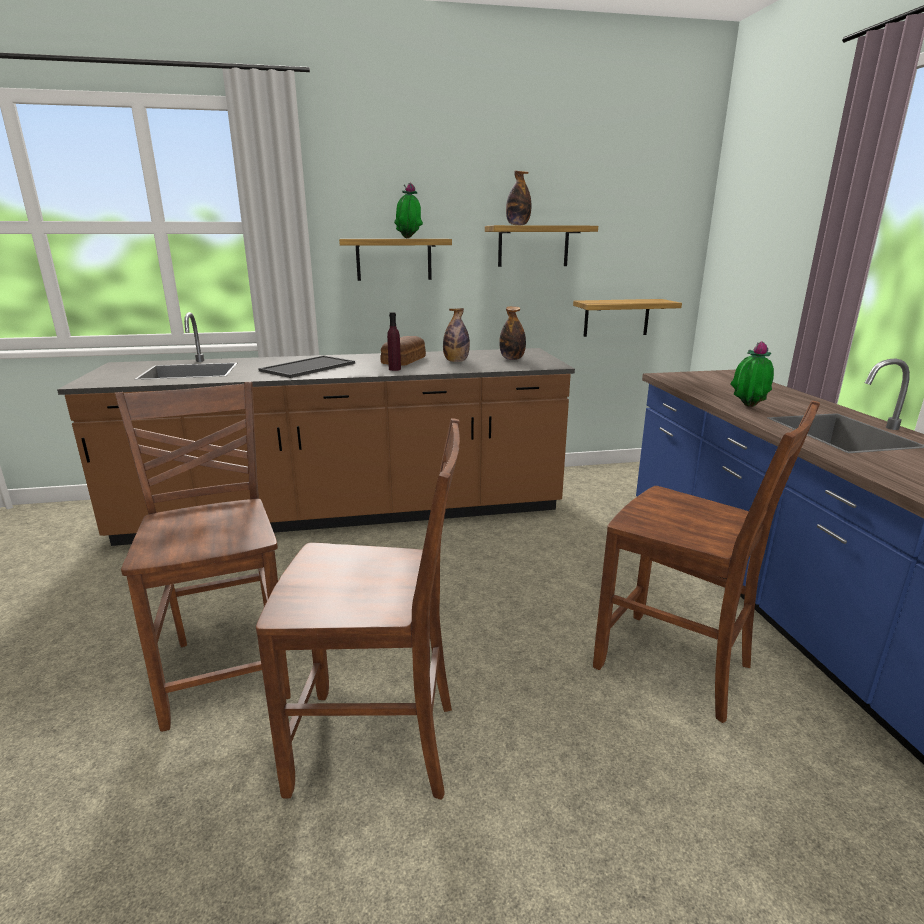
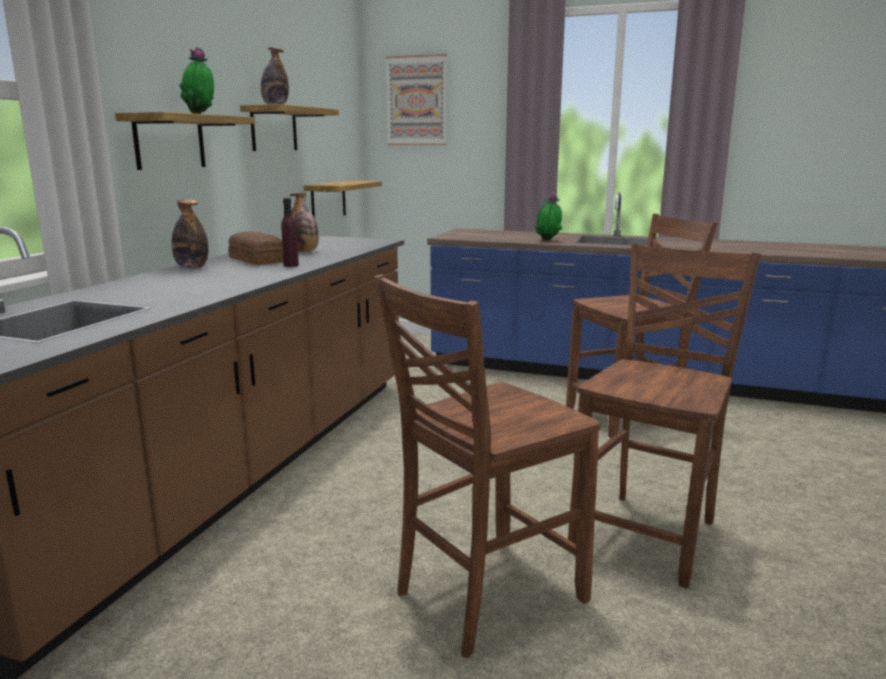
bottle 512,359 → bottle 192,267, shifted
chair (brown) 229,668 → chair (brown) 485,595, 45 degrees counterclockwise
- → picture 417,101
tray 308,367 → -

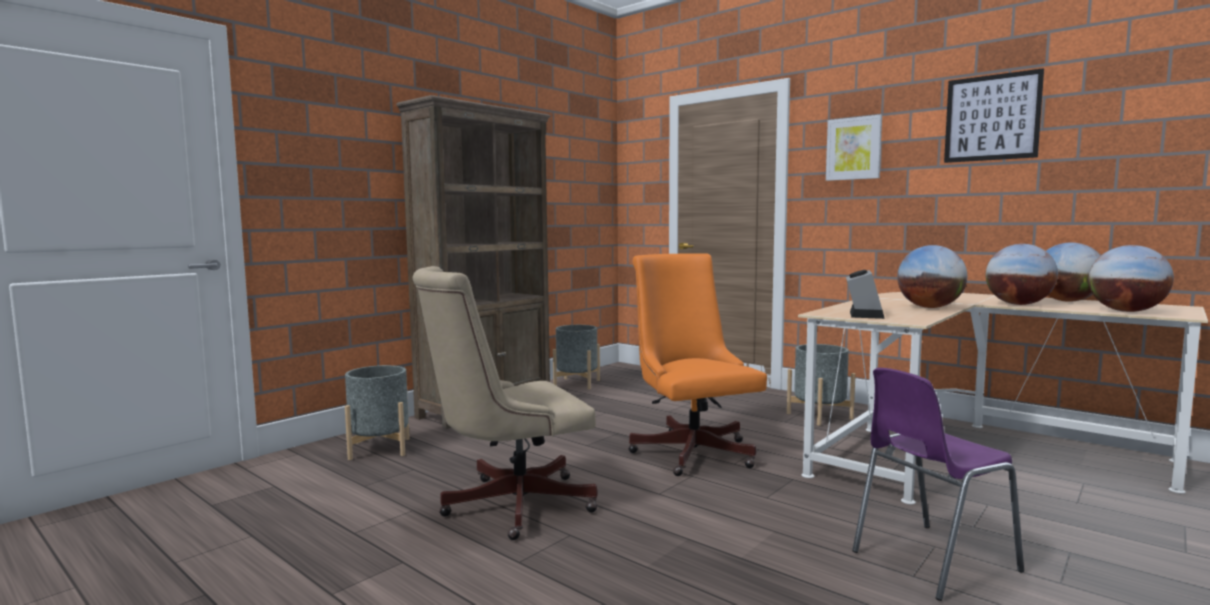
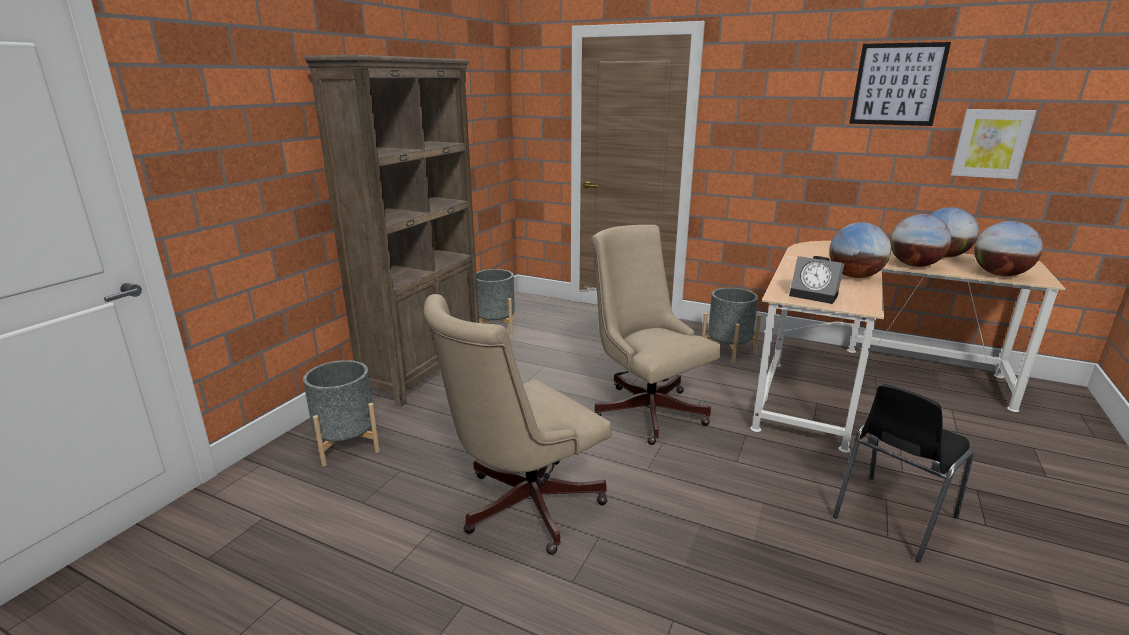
office chair (orange) 691,450 → office chair (beige) 645,408
alarm clock 863,314 → alarm clock 815,295, 120 degrees clockwise
chair (purple) 930,561 → chair (black) 891,518
picture 853,148 → picture 991,143, shifted

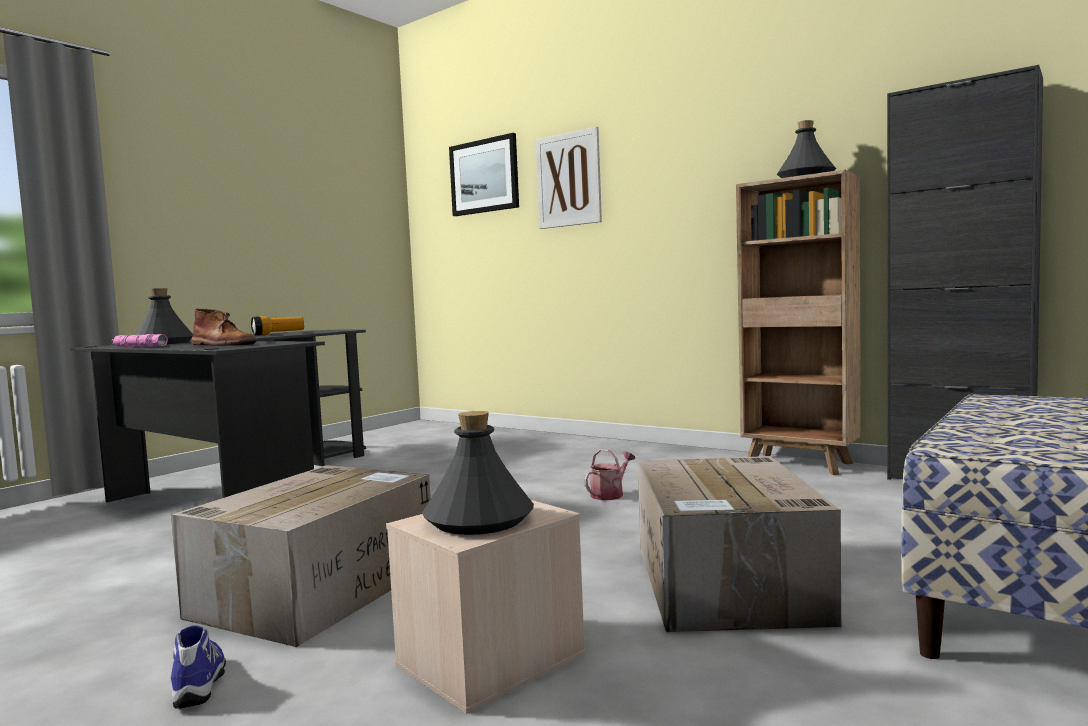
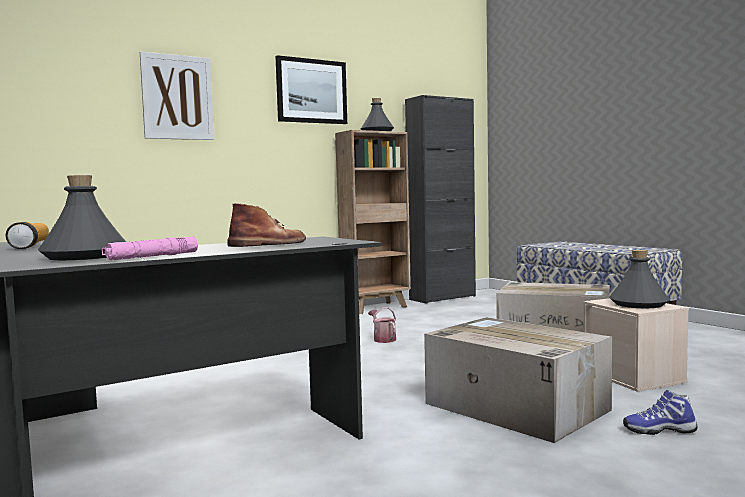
picture 484,176 → picture 311,91, shifted

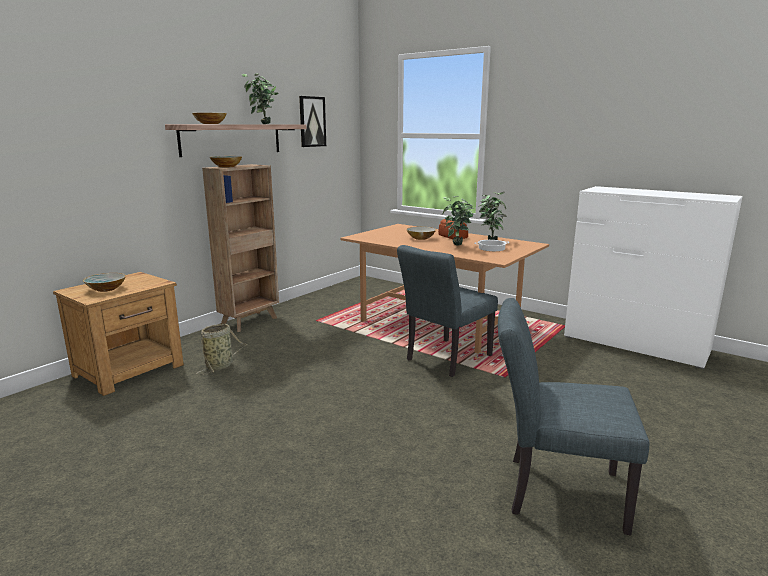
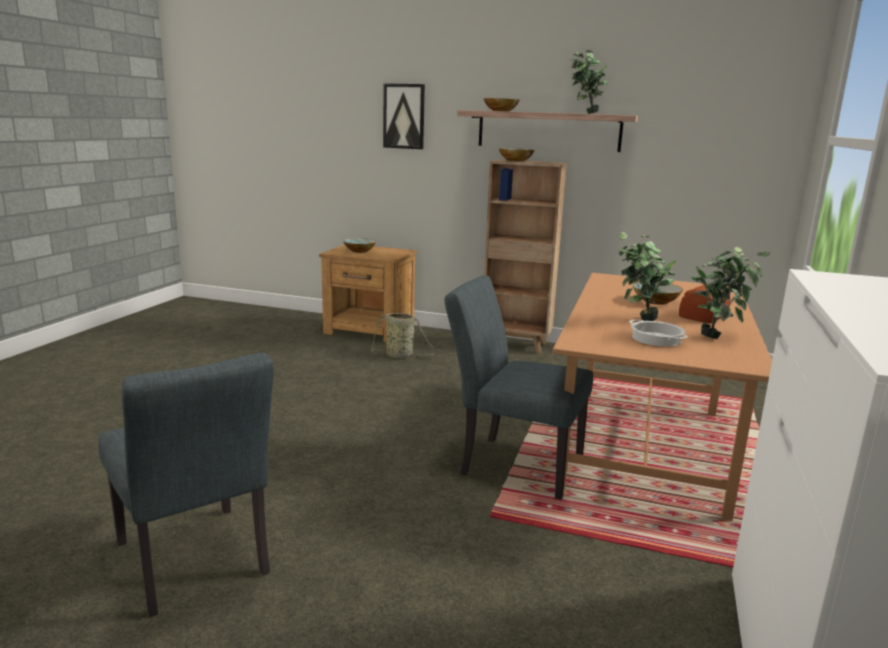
chair (grey) 554,491 → chair (grey) 196,565, 150 degrees clockwise
picture 312,121 → picture 404,116, shifted

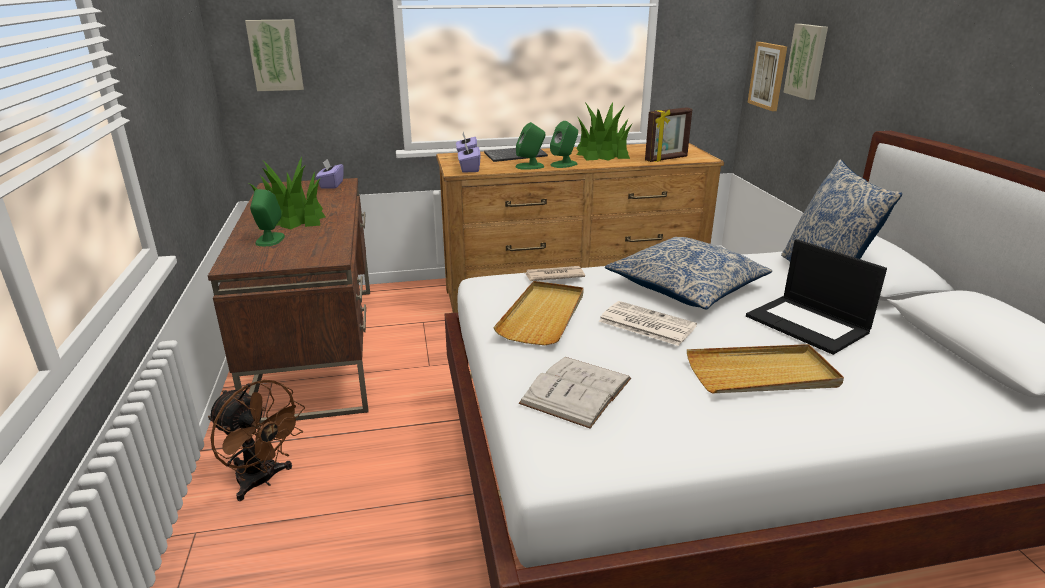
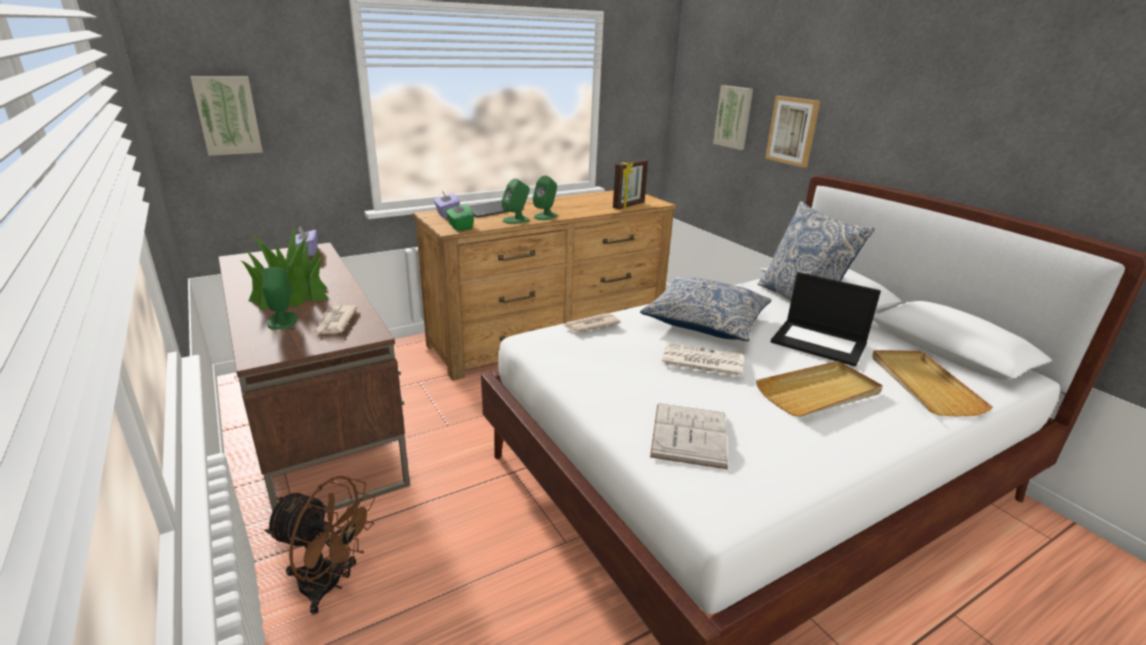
- → newspaper 334,322
tissue box (purple) 469,169 → tissue box (green) 460,226
picture 768,76 → picture 792,131, shifted
tray (beige) 543,315 → tray (beige) 923,384, shifted
potted plant 602,153 → -

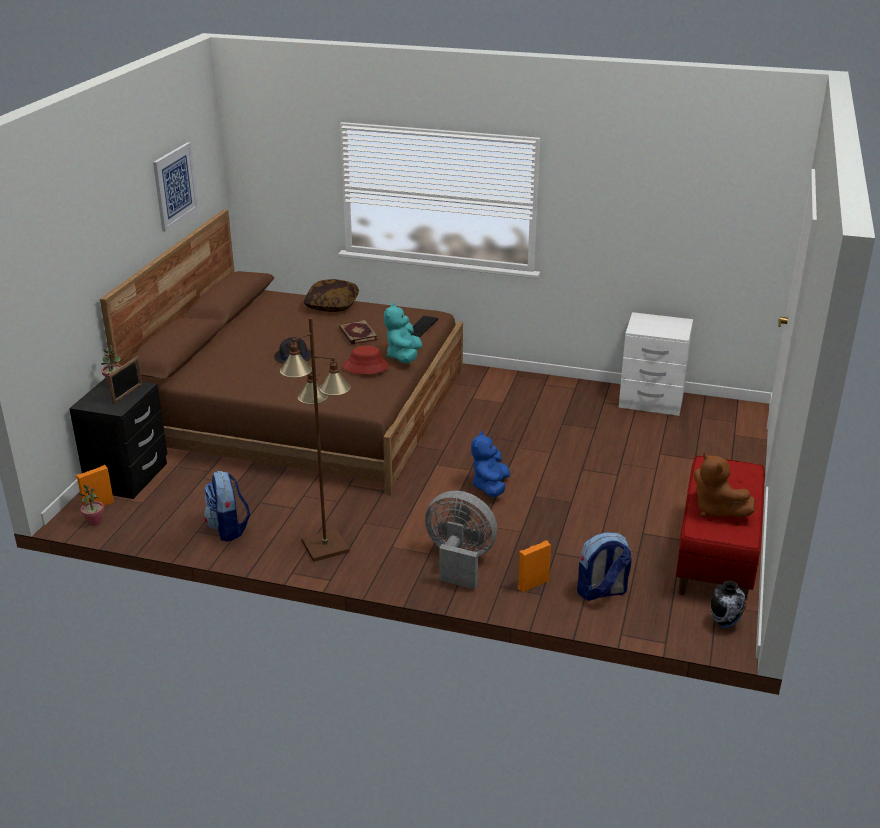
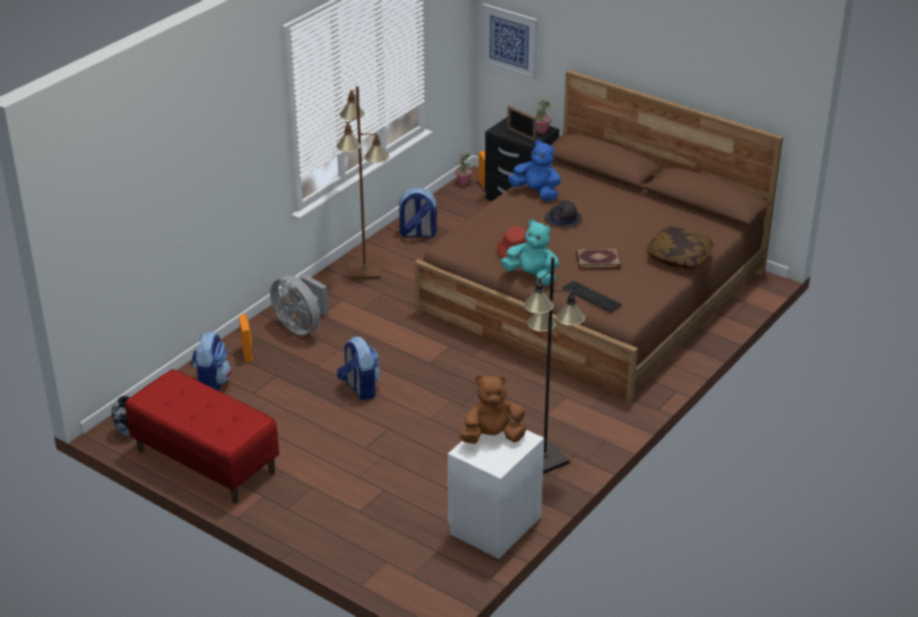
fan (grey) 459,561 → fan (grey) 301,326, 90 degrees clockwise
- → backpack 360,388
plush toy (brown) 716,510 → plush toy (brown) 492,437, shifted
picture 174,186 → picture 510,41, shifted
plush toy (blue) 490,487 → plush toy (blue) 536,193, shifted
- → floor lamp (black) 543,459

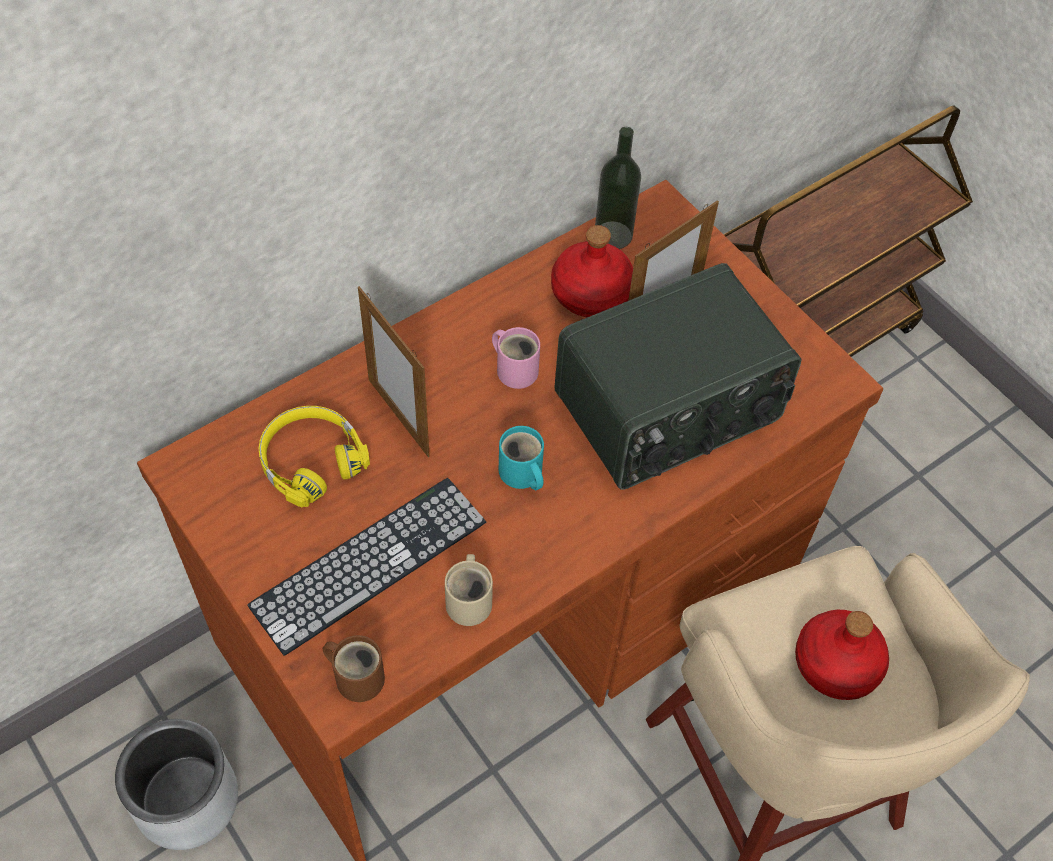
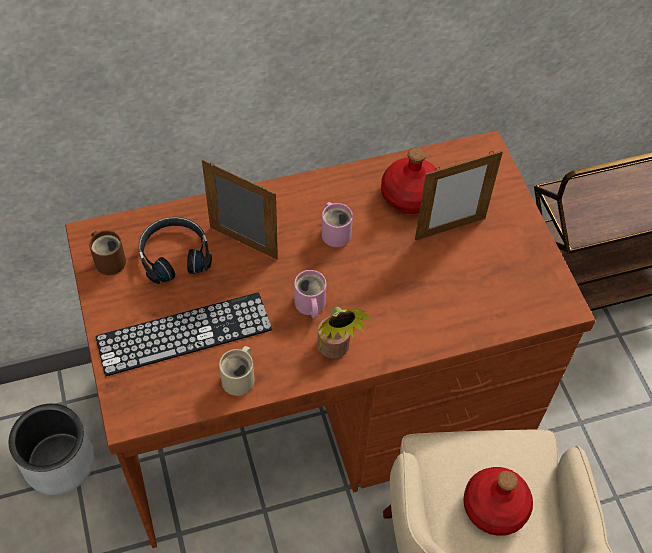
mug (brown) 357,675 → mug (brown) 109,259, shifted
headphones (yellow) 311,460 → headphones (black) 174,254
picture frame 398,417 → picture frame 243,243, 135 degrees clockwise
mug (turquoise) 521,474 → mug (pink) 309,305
- → potted plant 335,350
radio 669,409 → -
bottle 613,235 → -

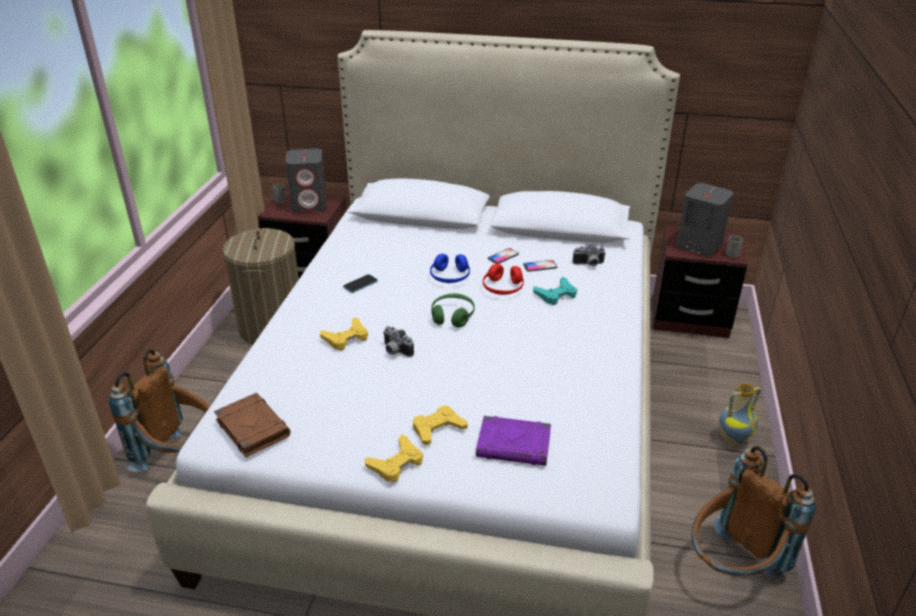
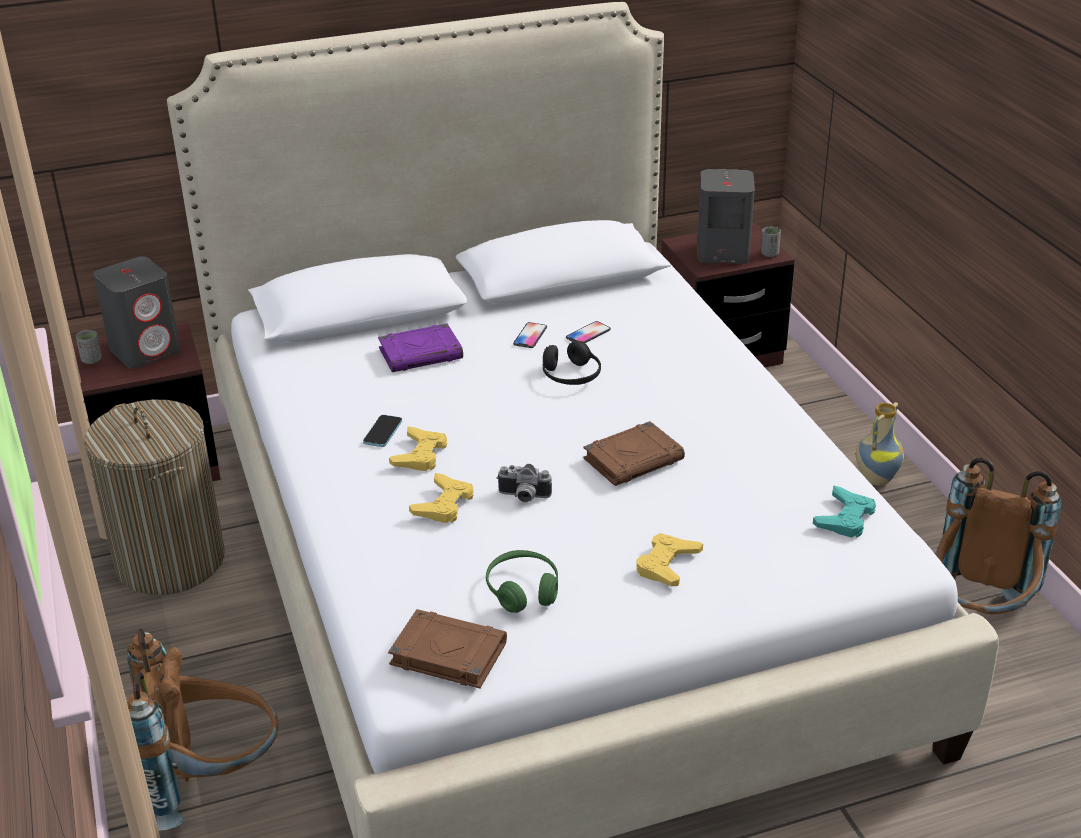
book (purple) 514,445 → book (purple) 421,353, shifted
game controller (yellow) 396,463 → game controller (yellow) 420,455, shifted
headphones (green) 452,316 → headphones (green) 523,590, shifted
headphones (red) 503,288 → headphones (black) 571,376
- → book (brown) 634,459
game controller (turquoise) 556,295 → game controller (turquoise) 845,518, shifted
headphones (blue) 450,277 → -
photo camera 589,264 → -

